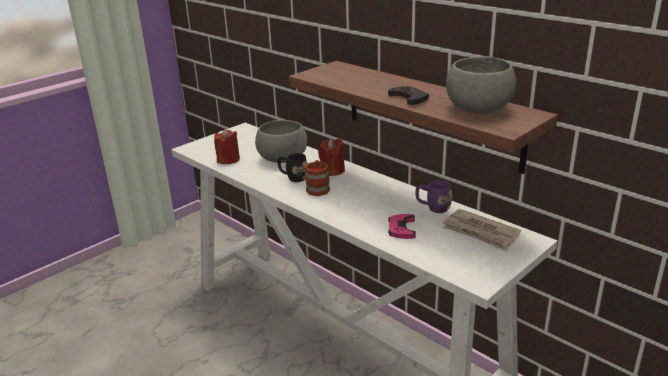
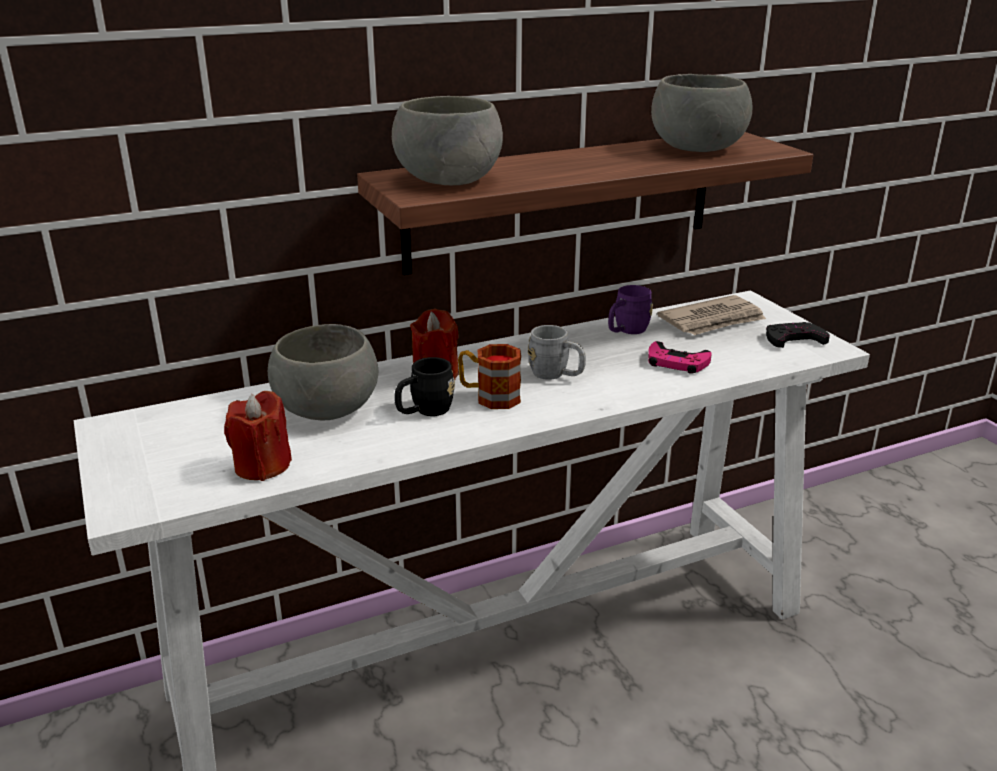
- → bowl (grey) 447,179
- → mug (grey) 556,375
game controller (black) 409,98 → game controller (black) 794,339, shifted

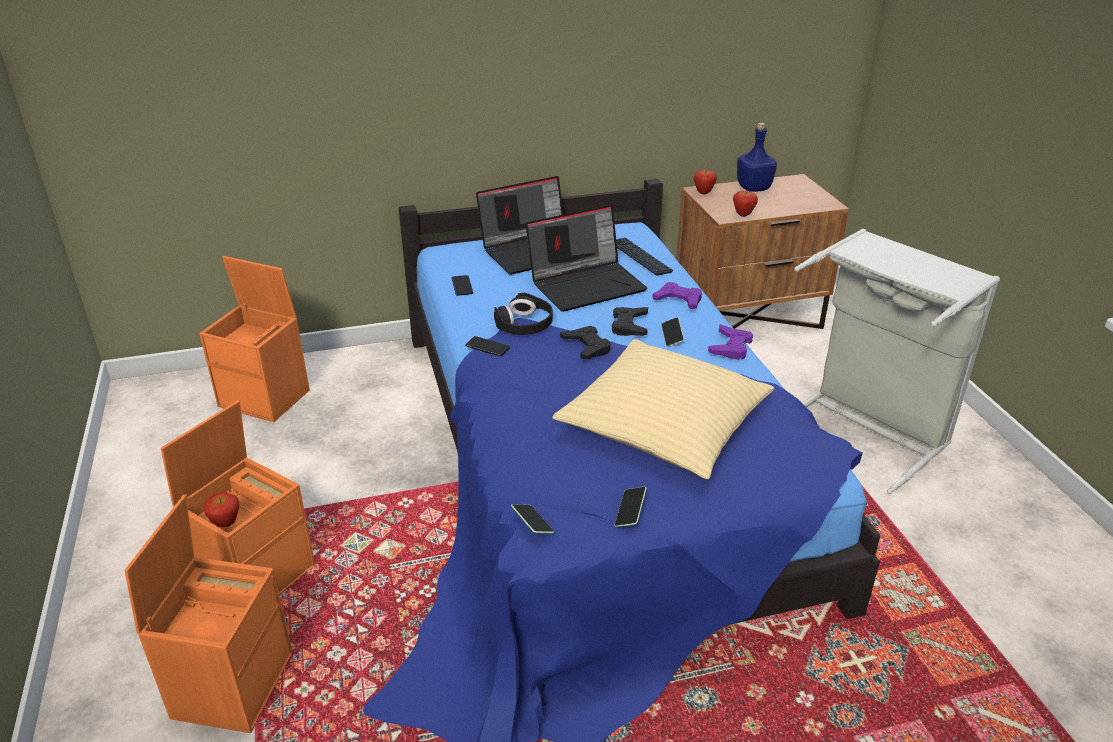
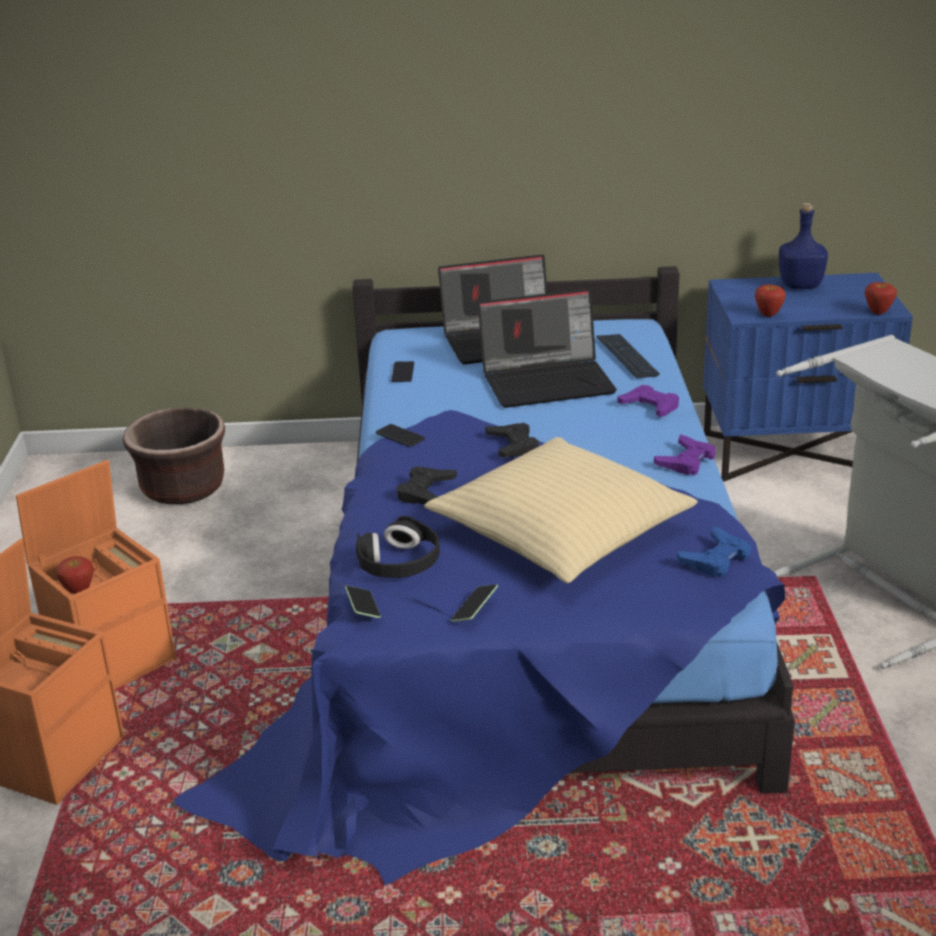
storage box (orange) 266,398 → planter (brown) 183,488
headphones (black) 524,324 → headphones (black) 399,562, shifted
game controller (black) 629,325 → game controller (black) 425,491, shifted
- → game controller (blue) 716,559
nightstand (brown) 748,317 → nightstand (blue) 793,452
apple 703,193 → apple 878,312, shifted
phone 672,337 → -

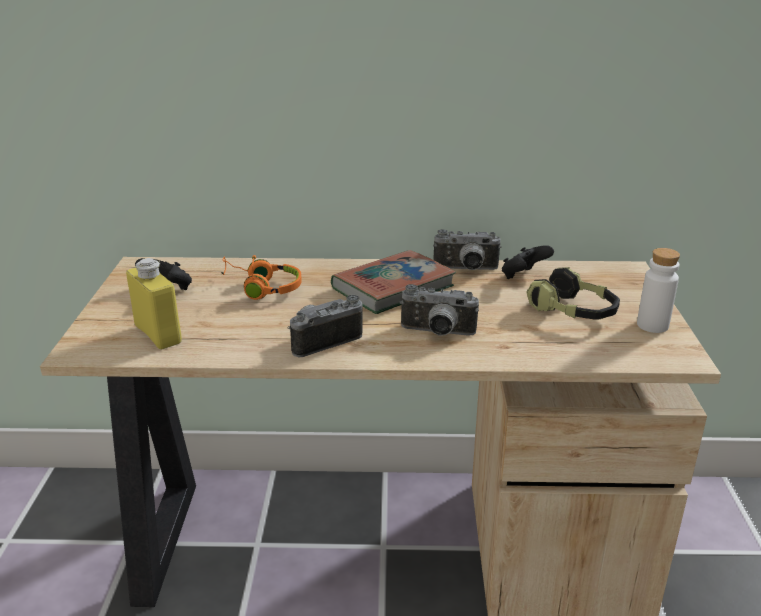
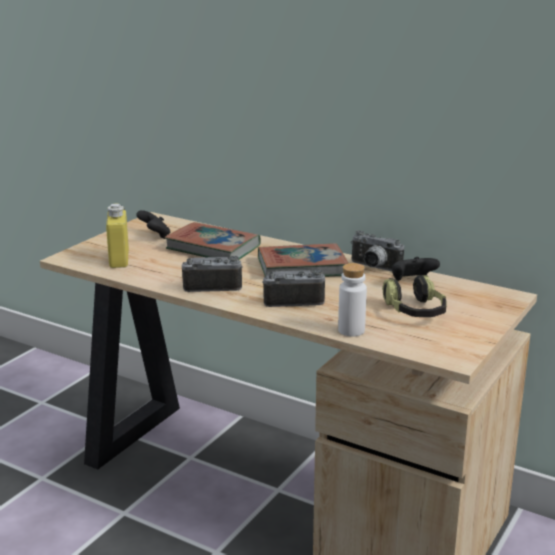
headphones (orange) 261,288 → book 213,248
photo camera 437,333 → photo camera 293,300, 135 degrees clockwise
bottle (white) 652,325 → bottle (white) 351,330, shifted

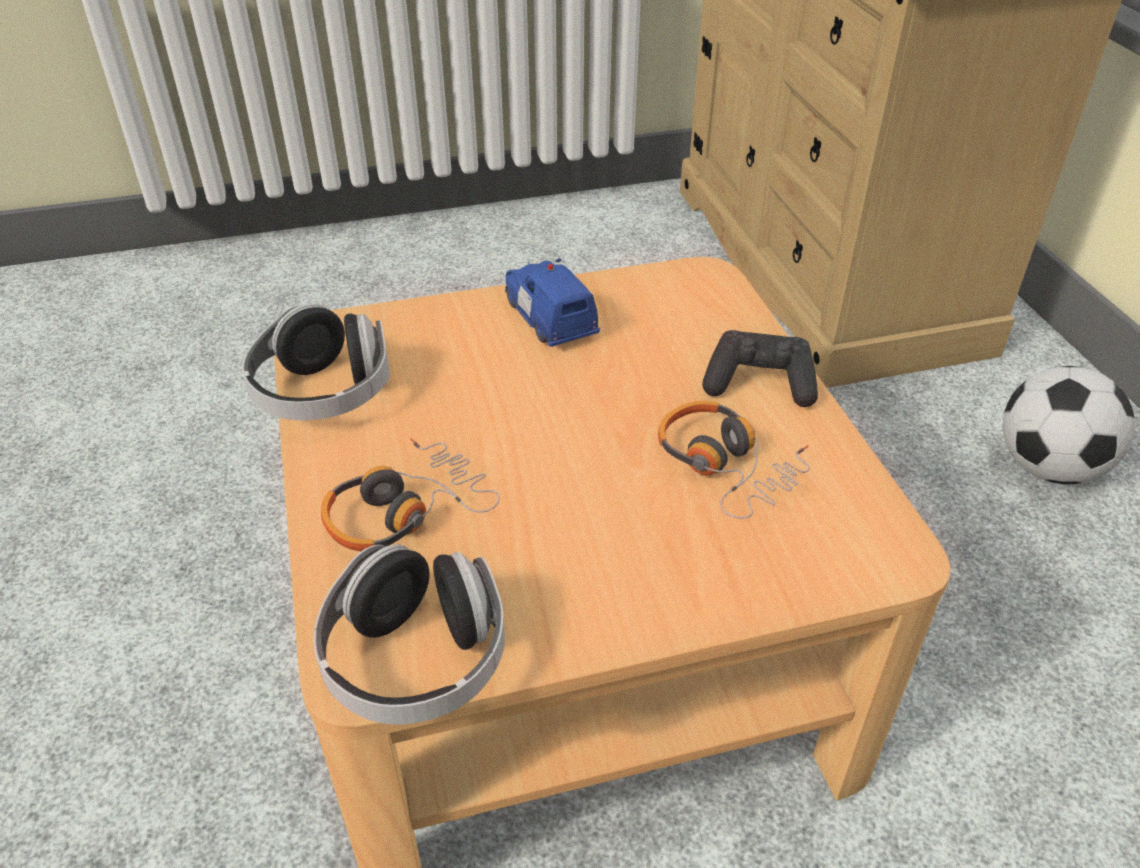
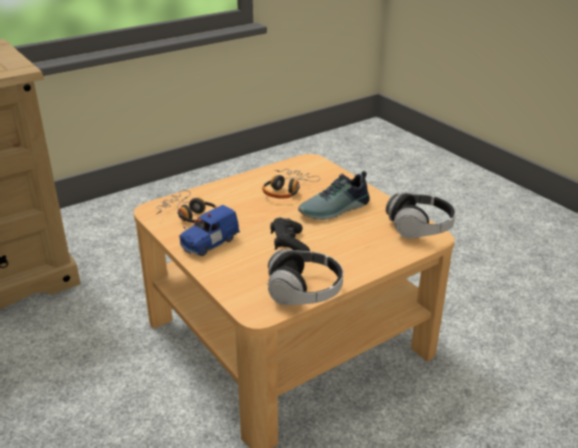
headphones 405,510 → headphones 189,215, shifted
game controller (black) 759,384 → game controller (black) 289,245, shifted
- → shoe 335,209
football 1047,467 → -

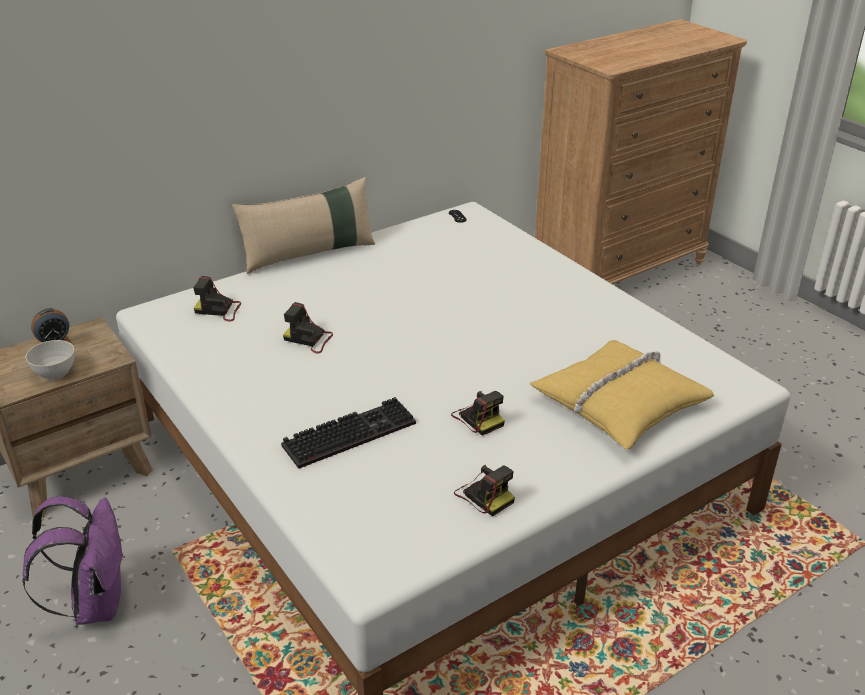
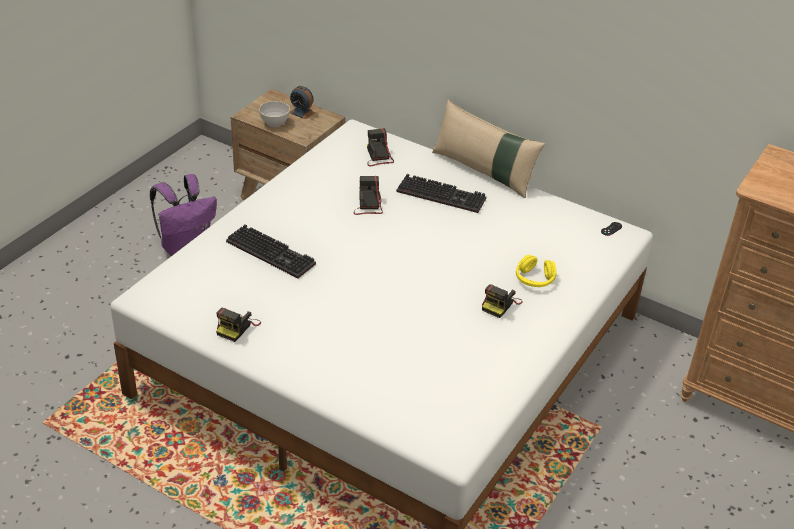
- → keyboard 443,195
photo camera 478,418 → photo camera 500,304, shifted
- → headphones (yellow) 534,279
pillow (yellow) 618,403 → -

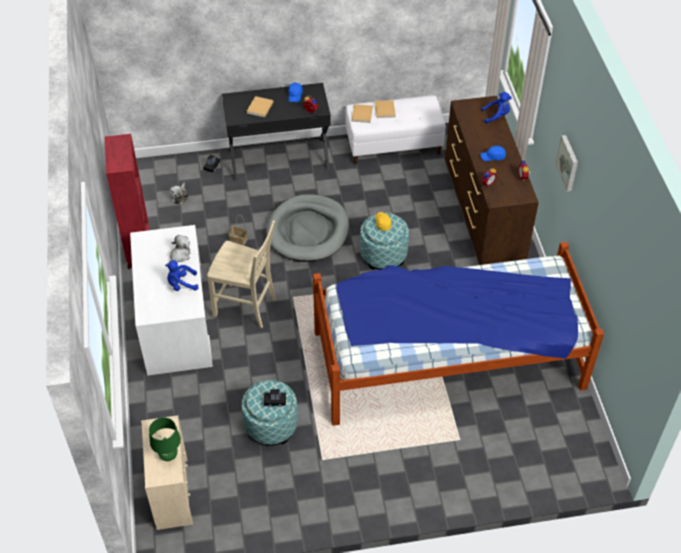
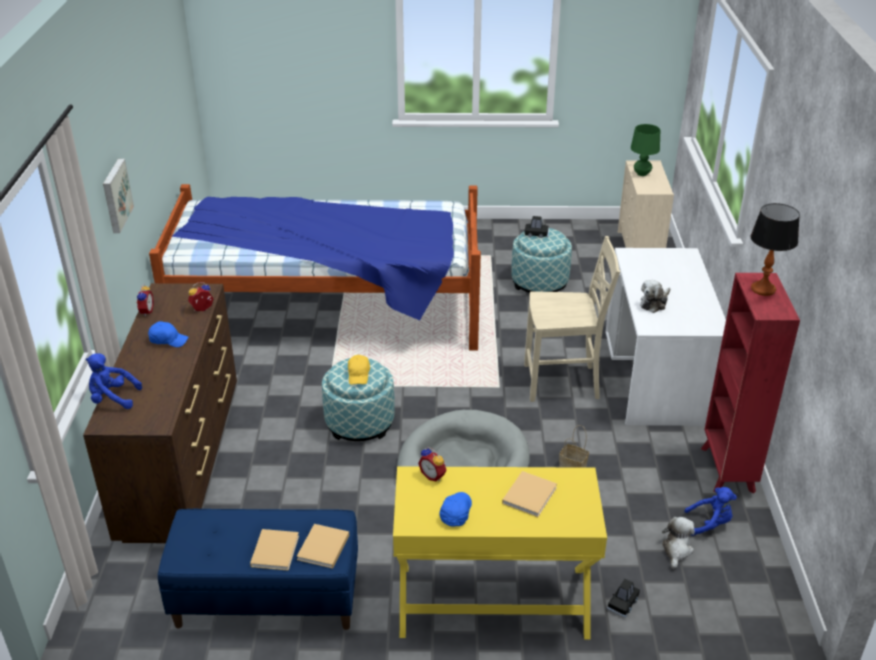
bench (white) 394,146 → bench (blue) 266,599
desk (black) 279,158 → desk (yellow) 493,602
chair (beige) 246,307 → chair (beige) 563,383, 150 degrees clockwise
plush toy (blue) 181,284 → plush toy (blue) 709,524, shifted
- → table lamp 763,289

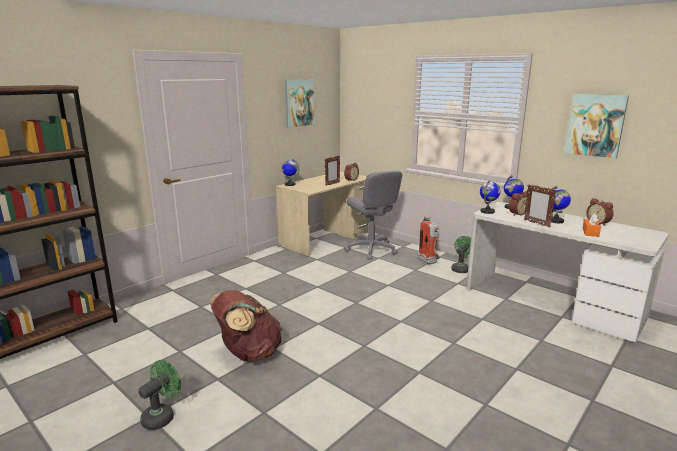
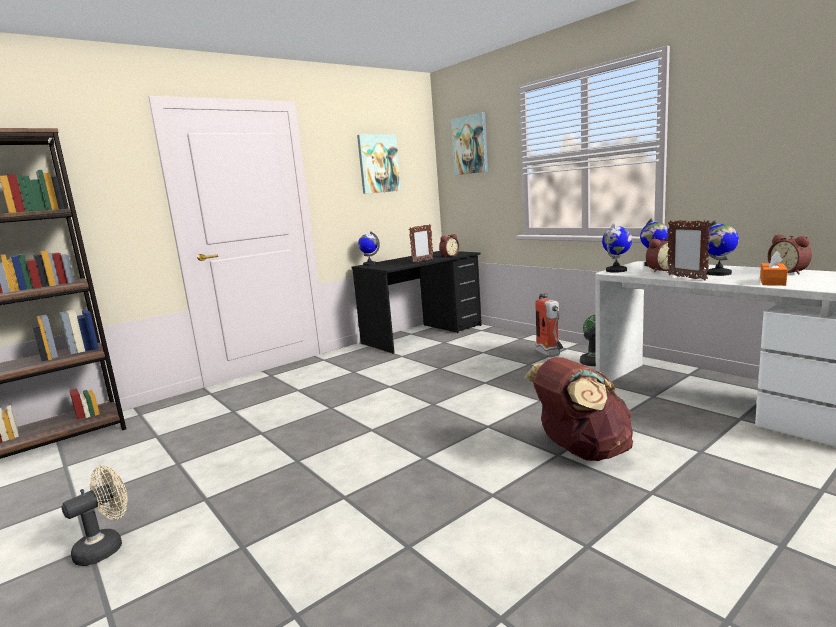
fan (green) 162,416 → fan (beige) 106,547
desk (beige) 326,239 → desk (black) 423,334
picture 595,125 → picture 470,145, shifted
backpack (brown) 248,354 → backpack (brown) 581,451, shifted
office chair (grey) 371,250 → -

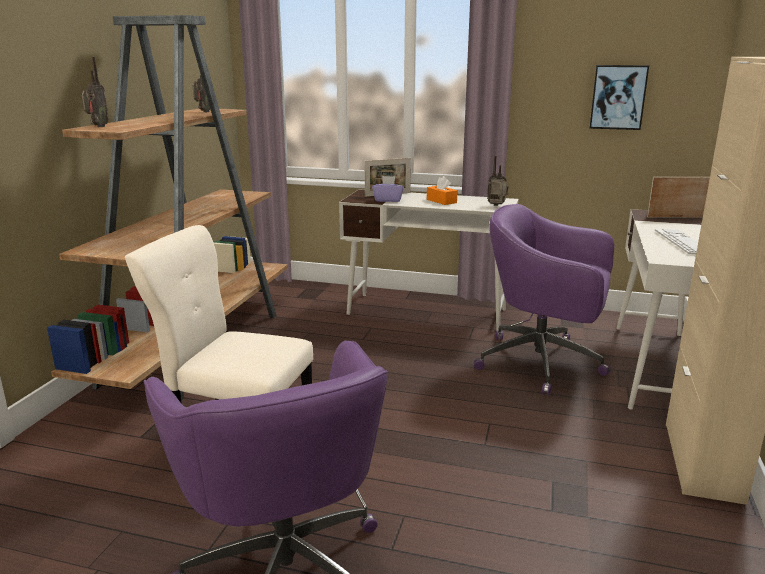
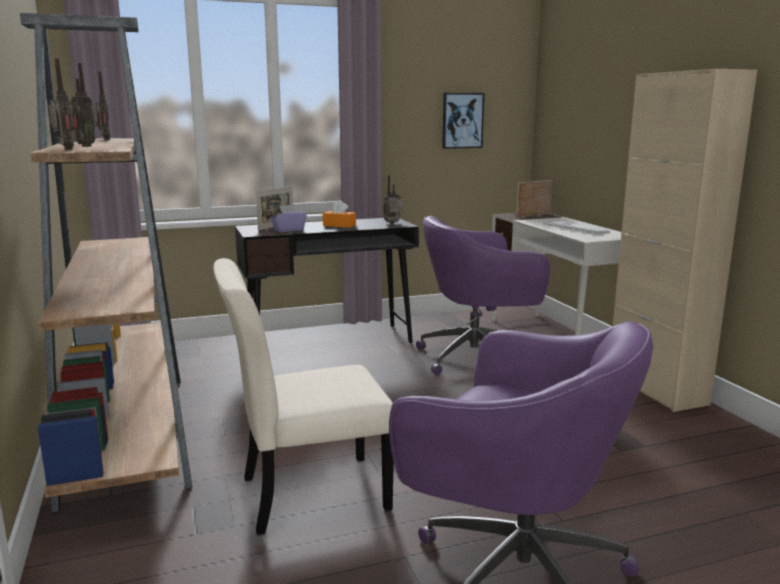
- → radio 82,146
desk (white) 427,312 → desk (black) 330,342

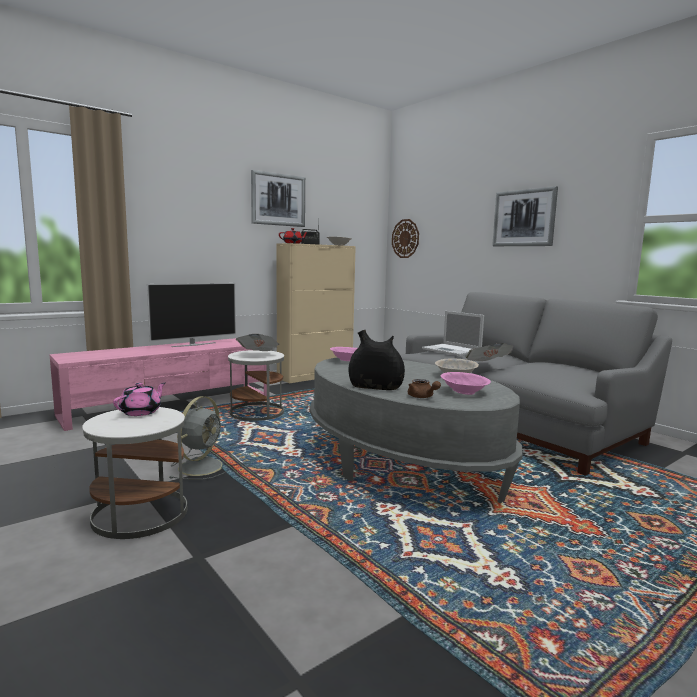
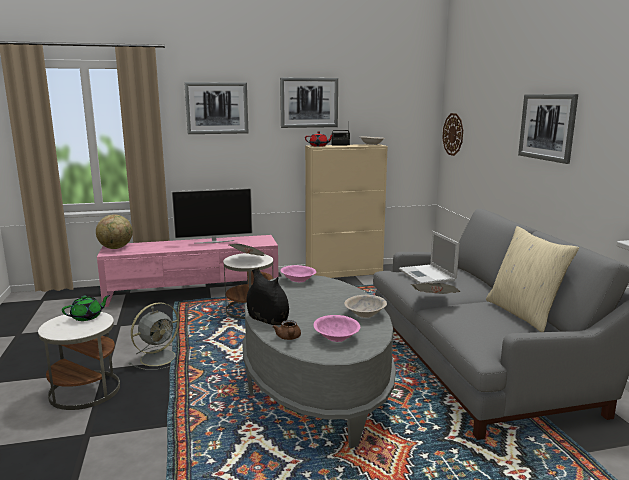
teapot (pink) 141,412 → teapot (green) 87,317
- → globe 116,248
- → picture 217,108
- → pillow (beige) 524,313

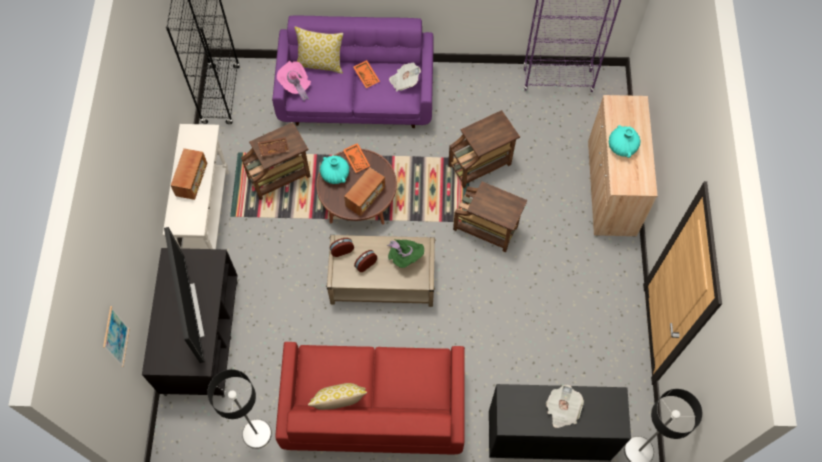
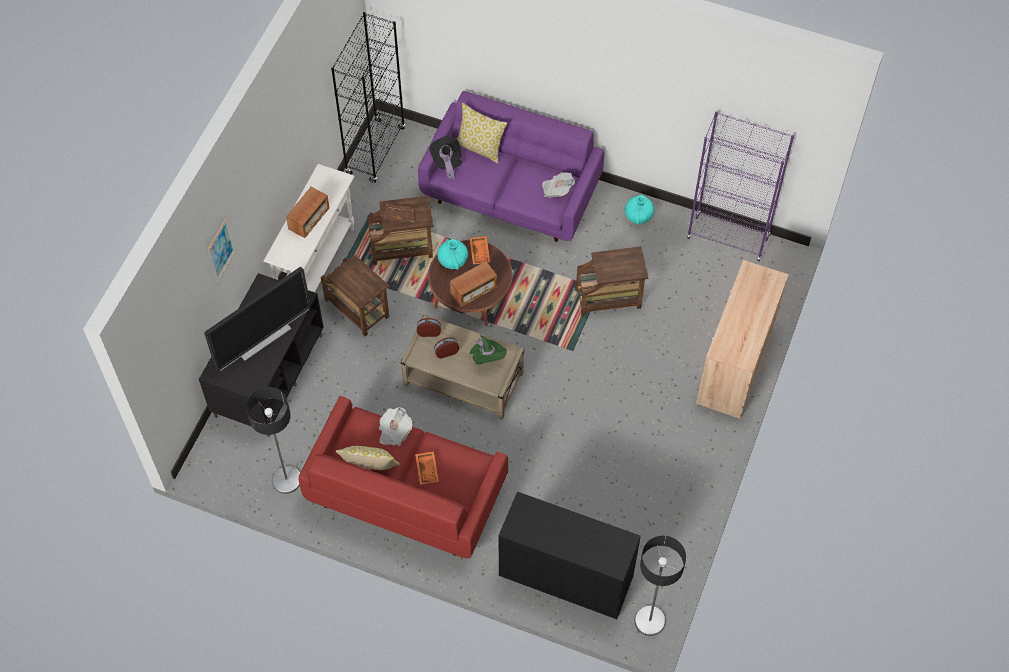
television 190,312 → television 262,338, 45 degrees clockwise
picture 116,337 → picture 221,250, shifted
side table (brown) 487,229 → side table (brown) 358,309, shifted
newspaper 562,410 → newspaper 394,432, shifted
tray (orange) 367,76 → tray (orange) 427,470, shifted
hat (pink) 295,86 → hat (black) 447,162
vase (turquoise) 622,147 → vase (turquoise) 638,215, shifted

